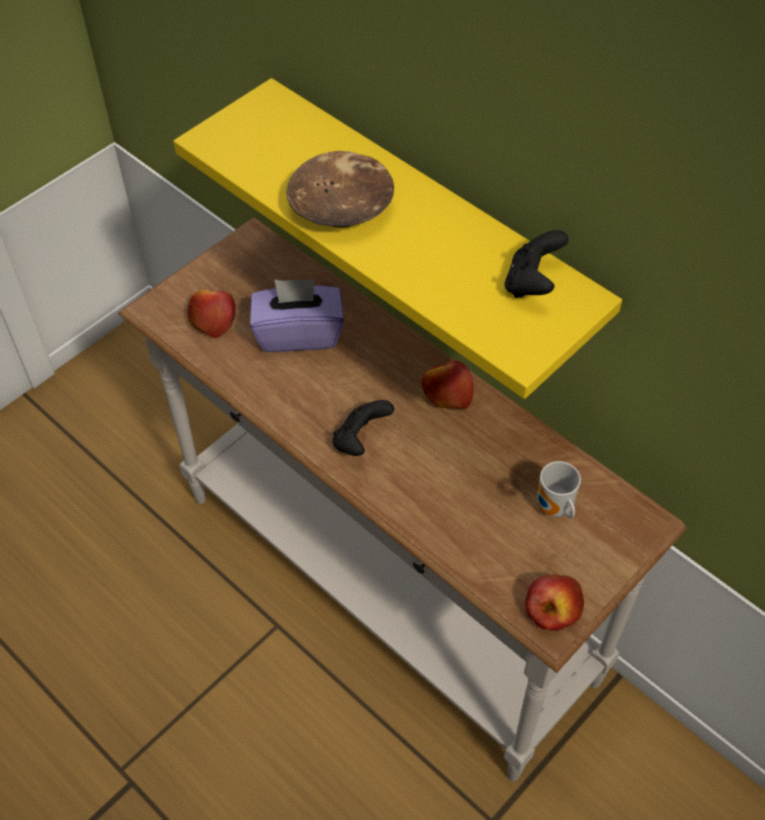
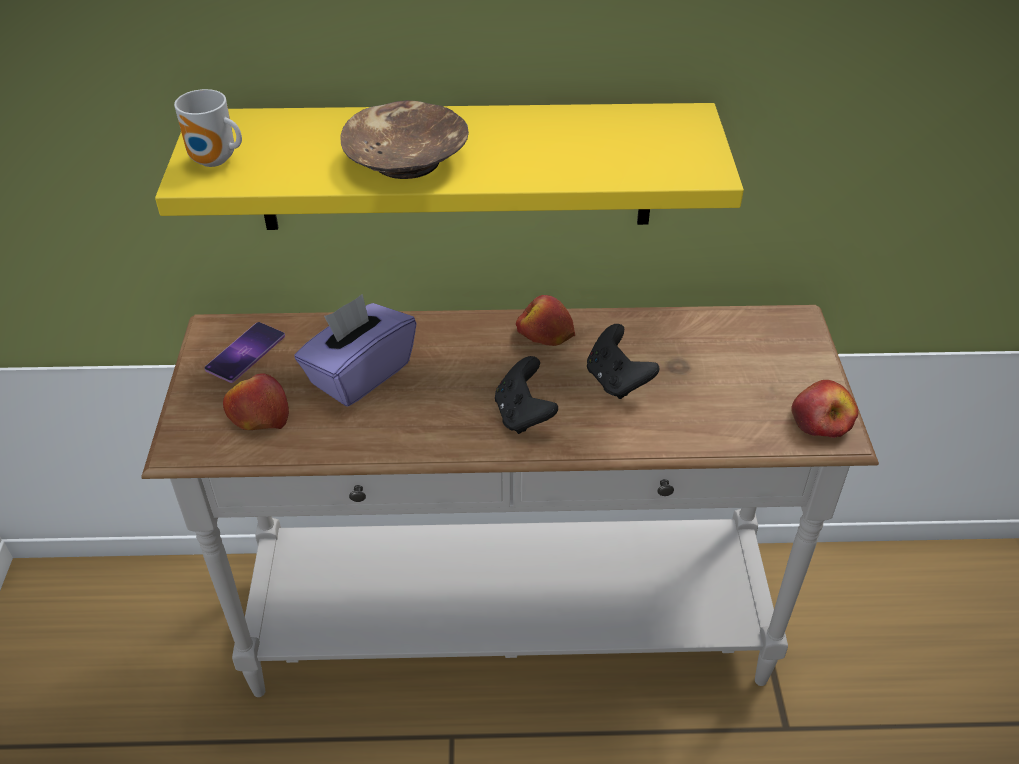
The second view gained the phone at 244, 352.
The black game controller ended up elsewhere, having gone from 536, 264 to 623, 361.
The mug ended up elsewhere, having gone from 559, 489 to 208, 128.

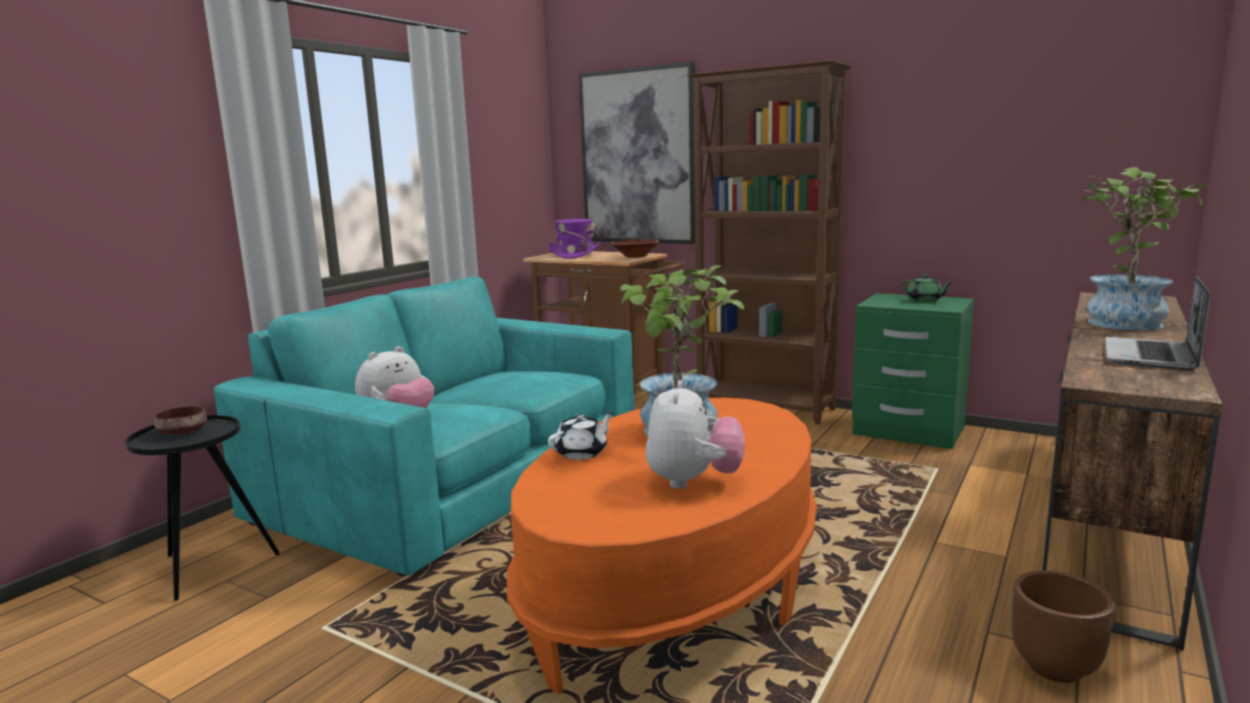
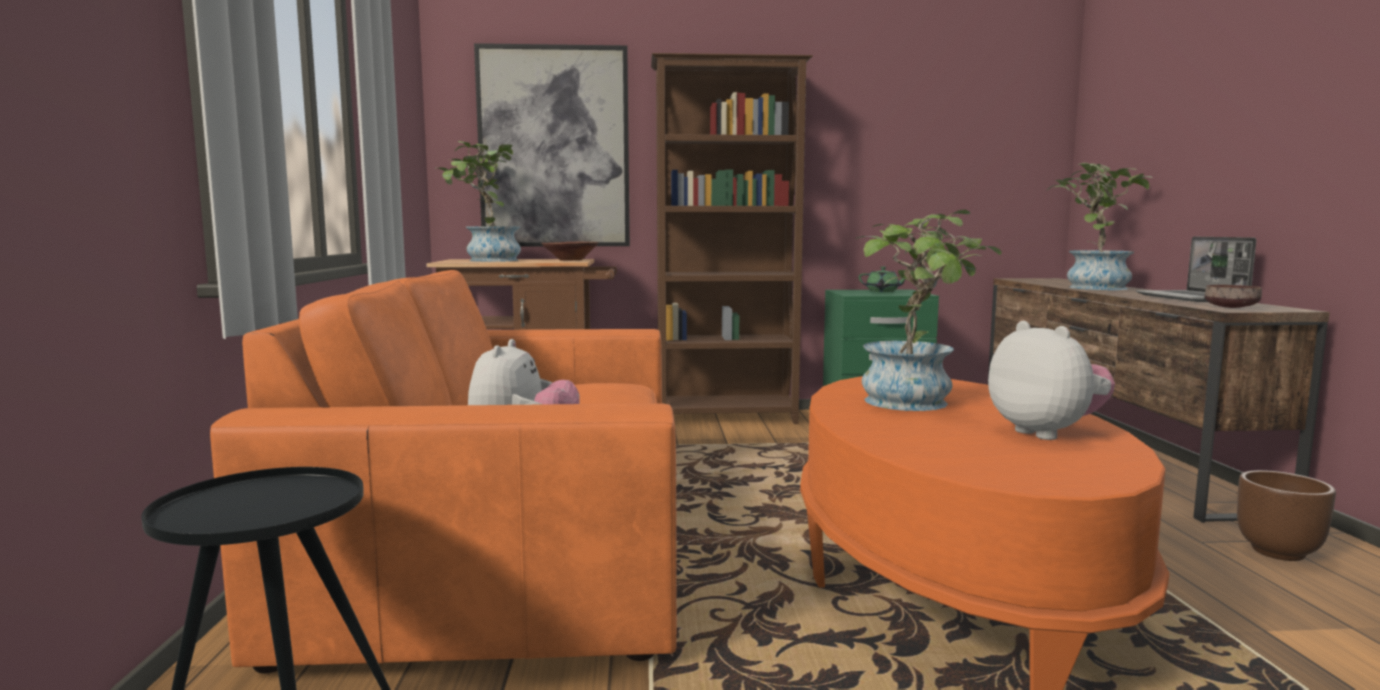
The second view lost the white teapot at 580, 436.
The brown bowl ended up elsewhere, having gone from 180, 420 to 1233, 296.
Where the purple hat stood at 574, 239, the potted plant came to stand at 479, 201.
What was the turquoise sofa at 424, 426 turned into the orange sofa at 443, 471.

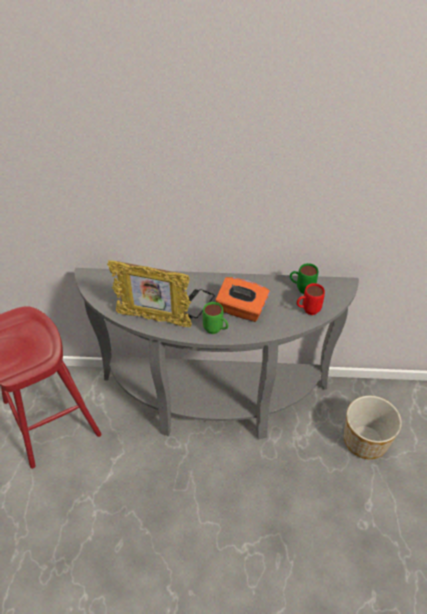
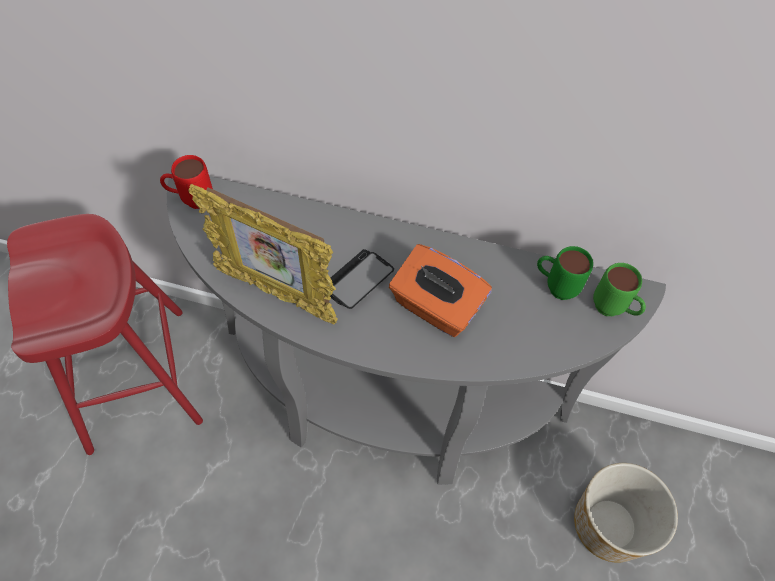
The green mug ended up elsewhere, having gone from 215, 318 to 619, 289.
The red mug ended up elsewhere, having gone from 311, 299 to 186, 182.

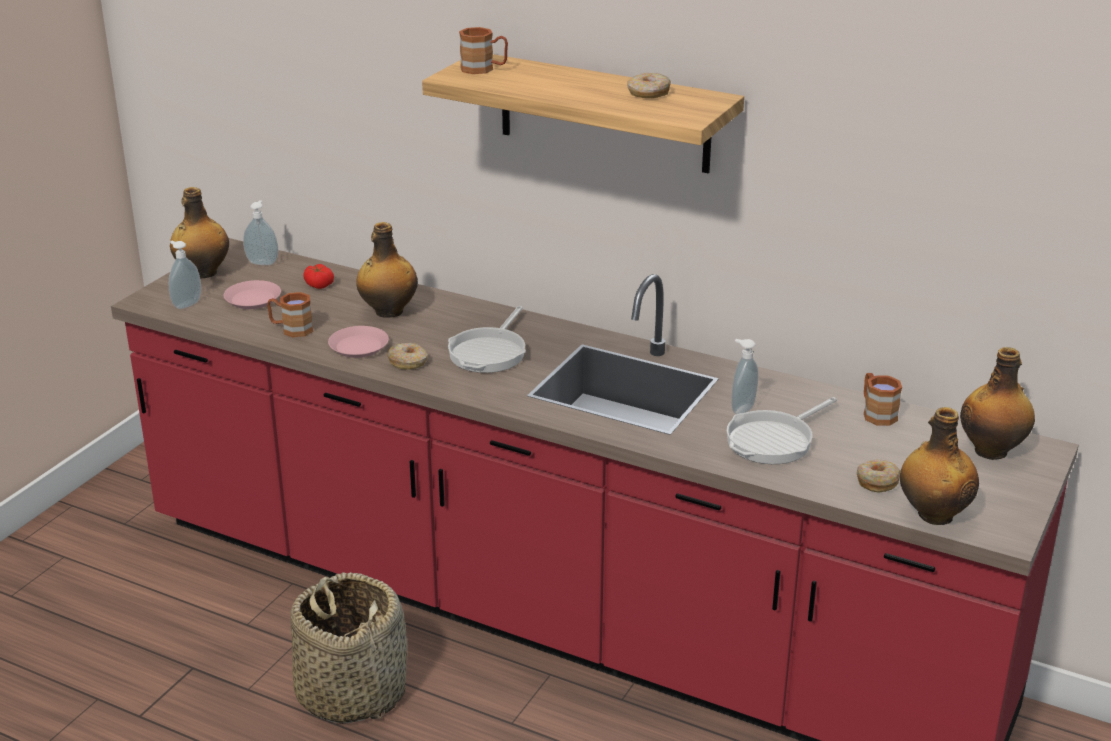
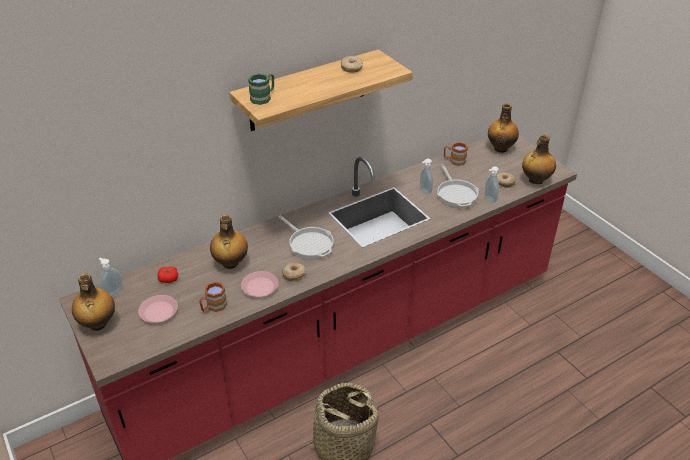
The soap dispenser ended up elsewhere, having gone from 185, 275 to 492, 184.
What was the brown mug at 483, 50 turned into the green mug at 261, 89.

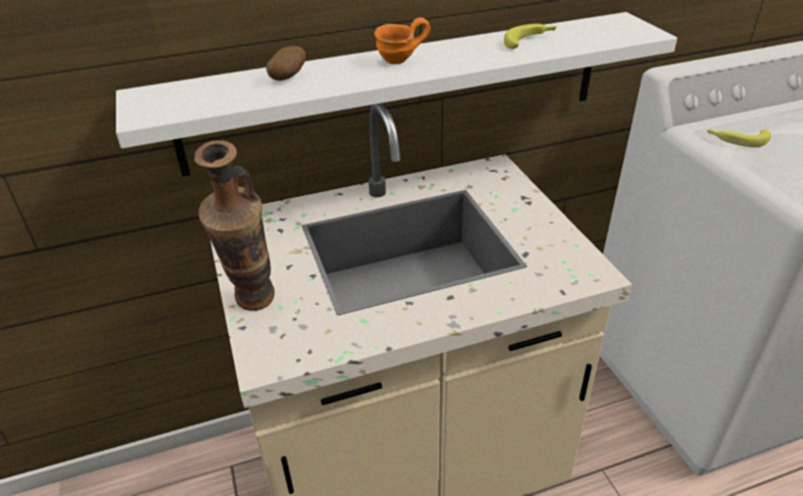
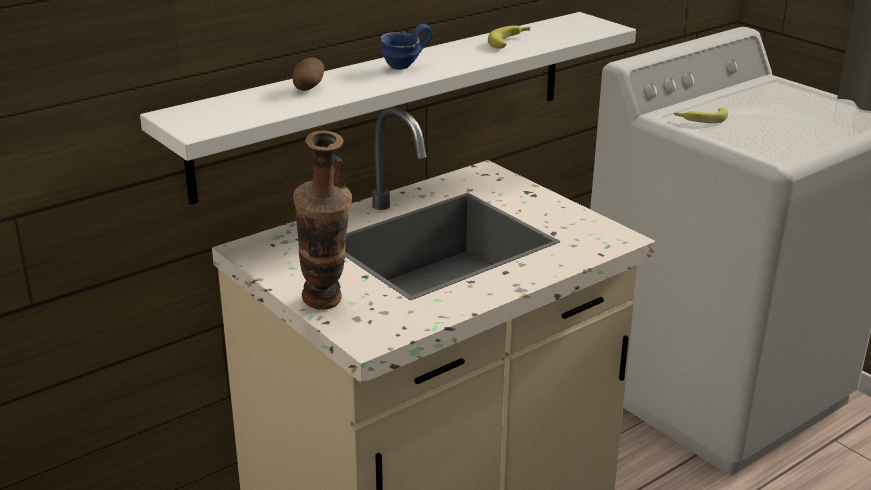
What was the orange mug at 402, 40 turned into the blue mug at 406, 47.

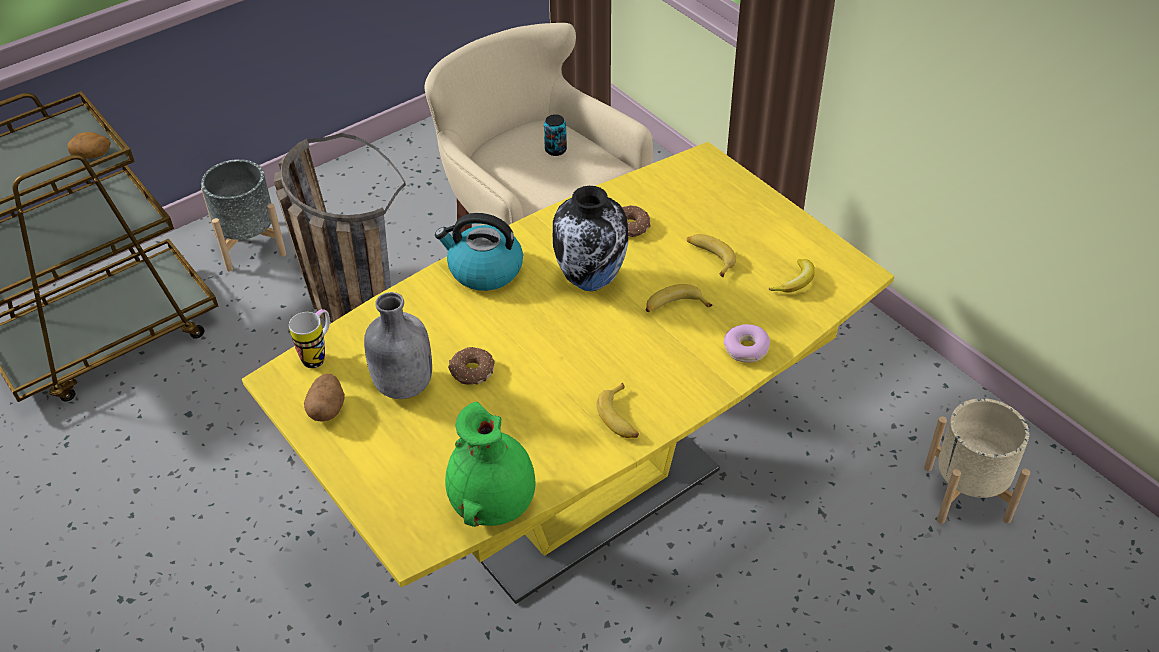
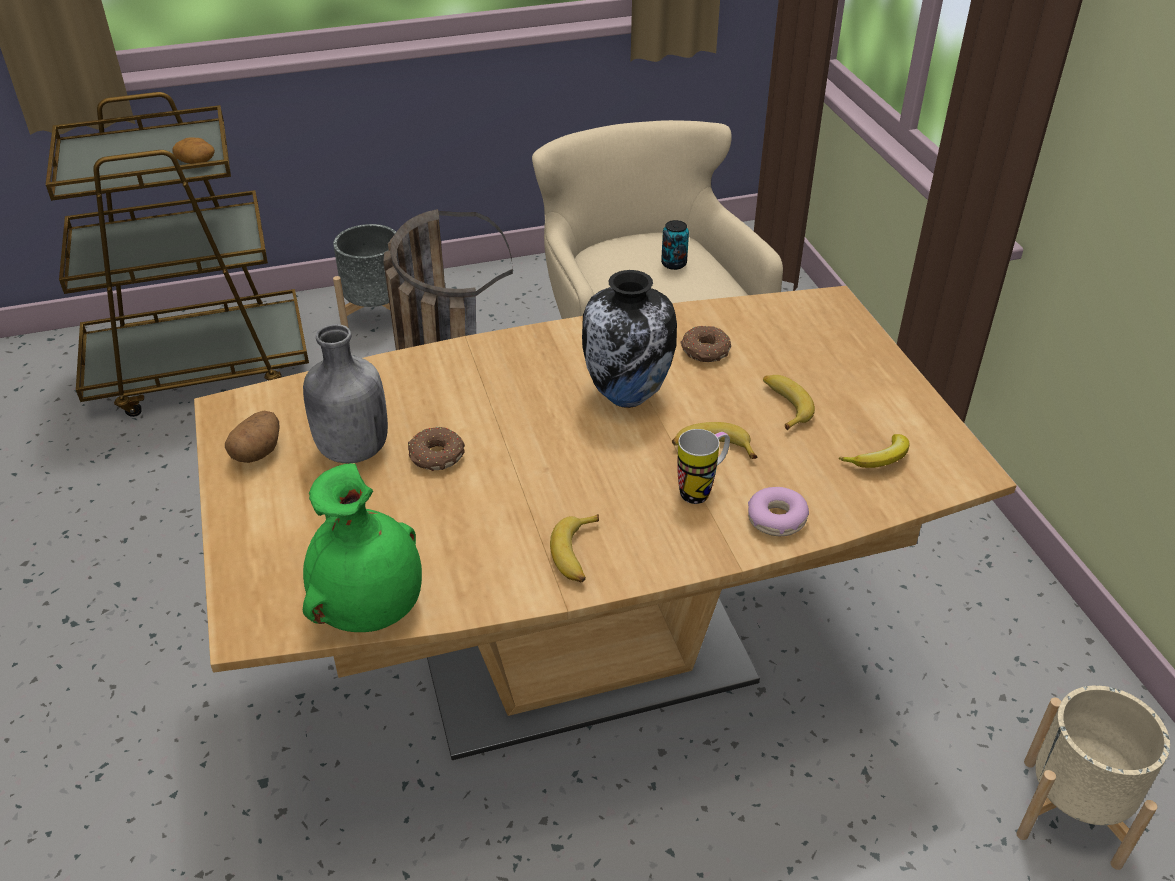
The second view lost the kettle at 479, 252.
The mug ended up elsewhere, having gone from 309, 338 to 703, 466.
What was the yellow dining table at 568, 373 turned into the brown dining table at 605, 523.

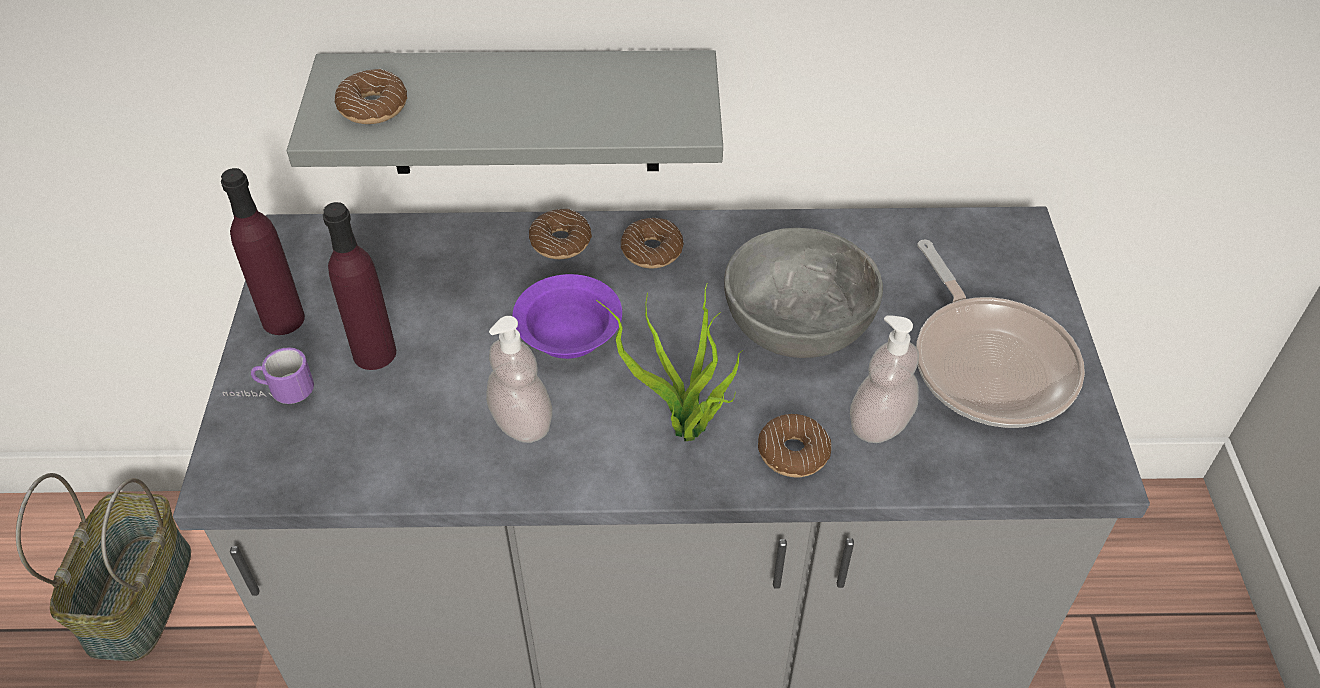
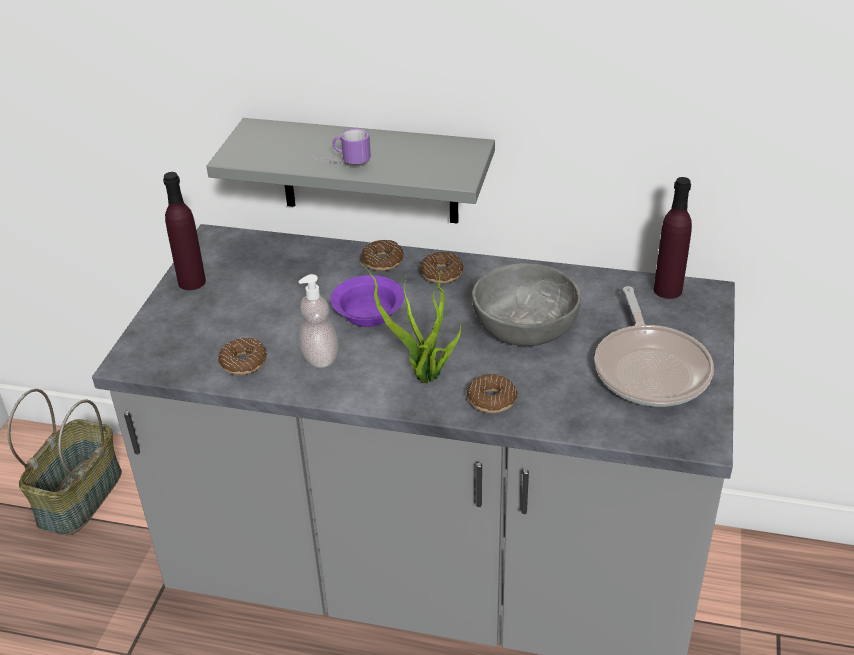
The second view lost the soap dispenser at 884, 379.
The mug ended up elsewhere, having gone from 268, 375 to 341, 147.
The purple bottle ended up elsewhere, having gone from 359, 286 to 673, 238.
The donut ended up elsewhere, having gone from 371, 96 to 243, 356.

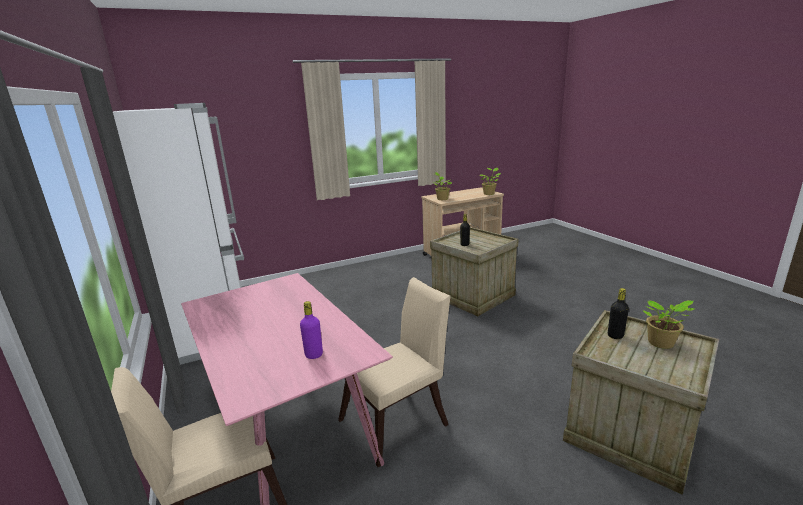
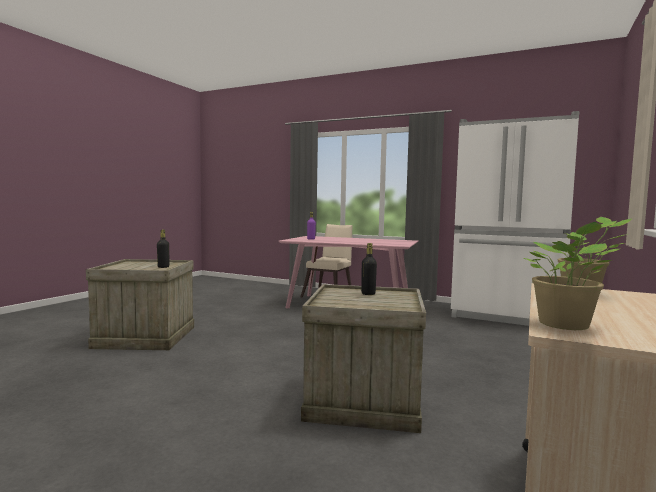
The second view lost the beige chair at 394, 372.
The second view lost the potted plant at 668, 324.

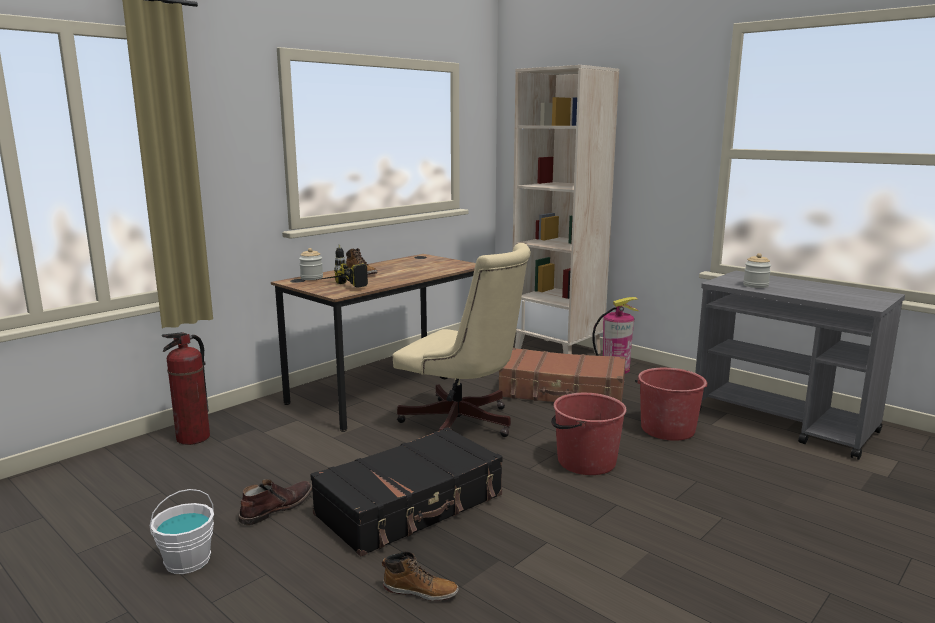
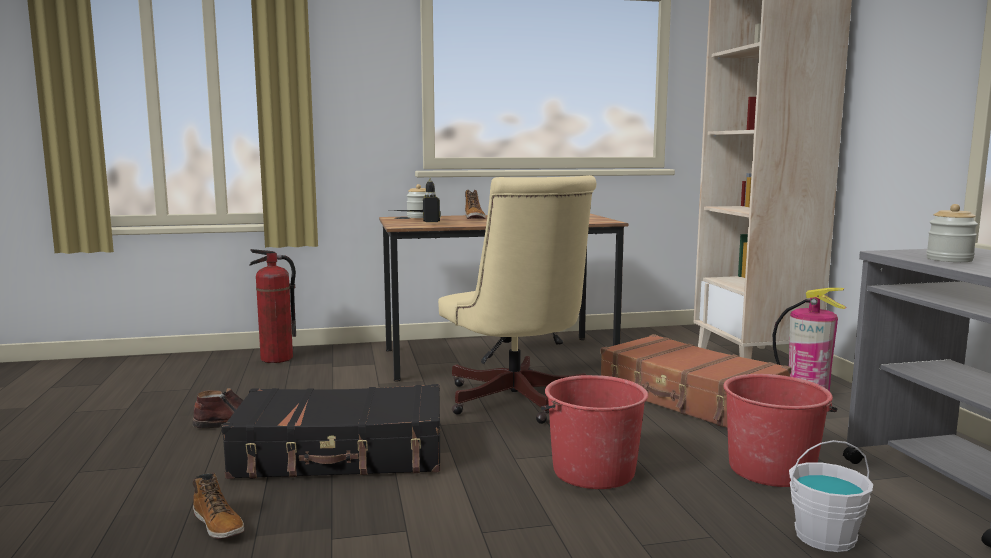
The white bucket ended up elsewhere, having gone from 182, 531 to 831, 496.

